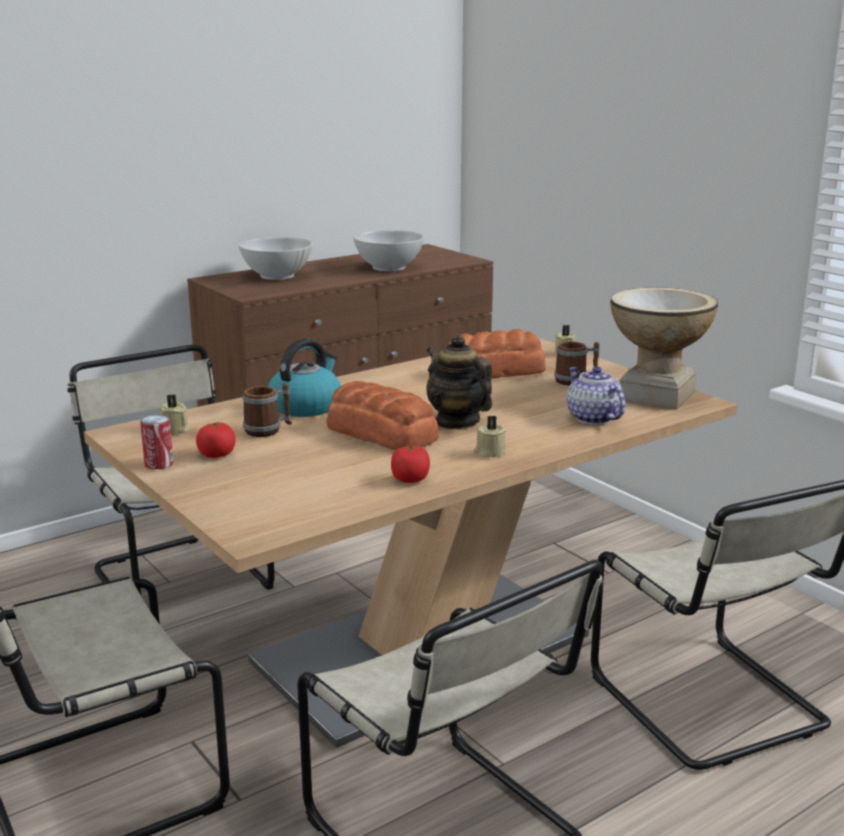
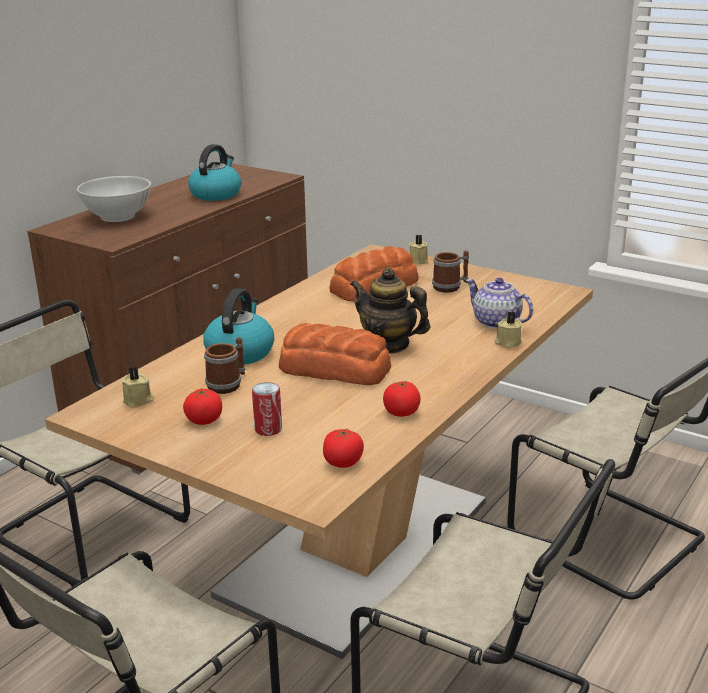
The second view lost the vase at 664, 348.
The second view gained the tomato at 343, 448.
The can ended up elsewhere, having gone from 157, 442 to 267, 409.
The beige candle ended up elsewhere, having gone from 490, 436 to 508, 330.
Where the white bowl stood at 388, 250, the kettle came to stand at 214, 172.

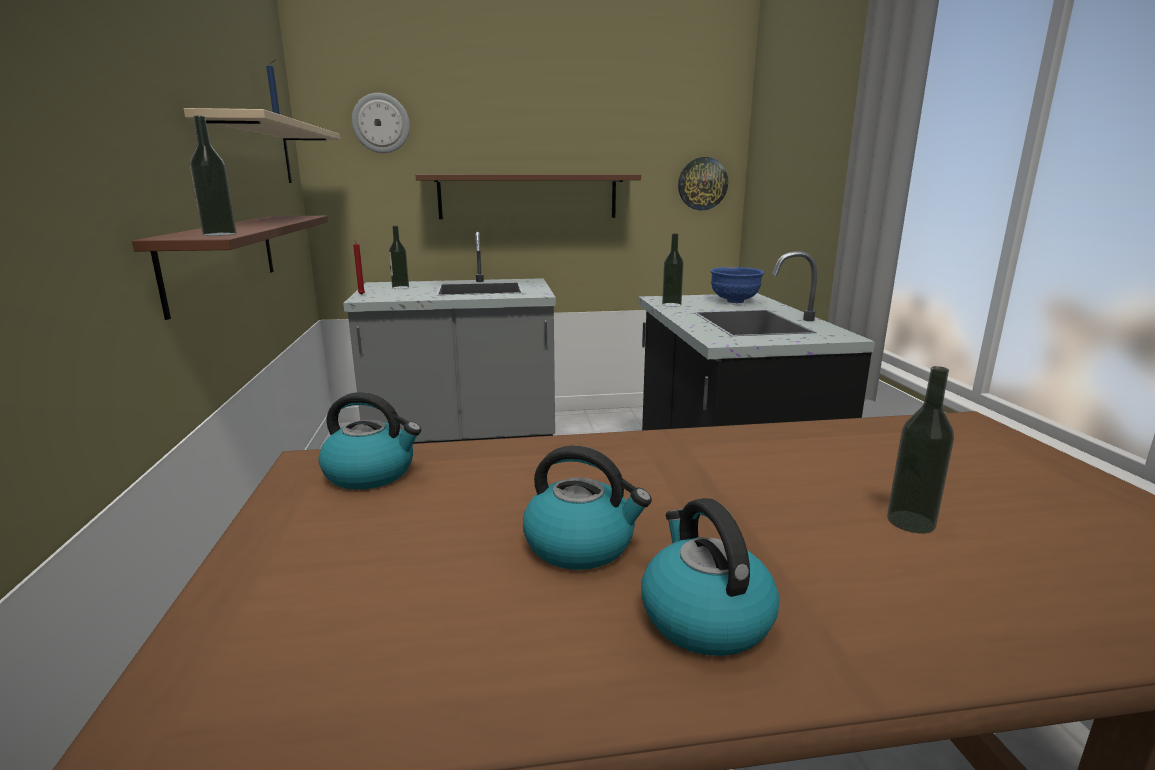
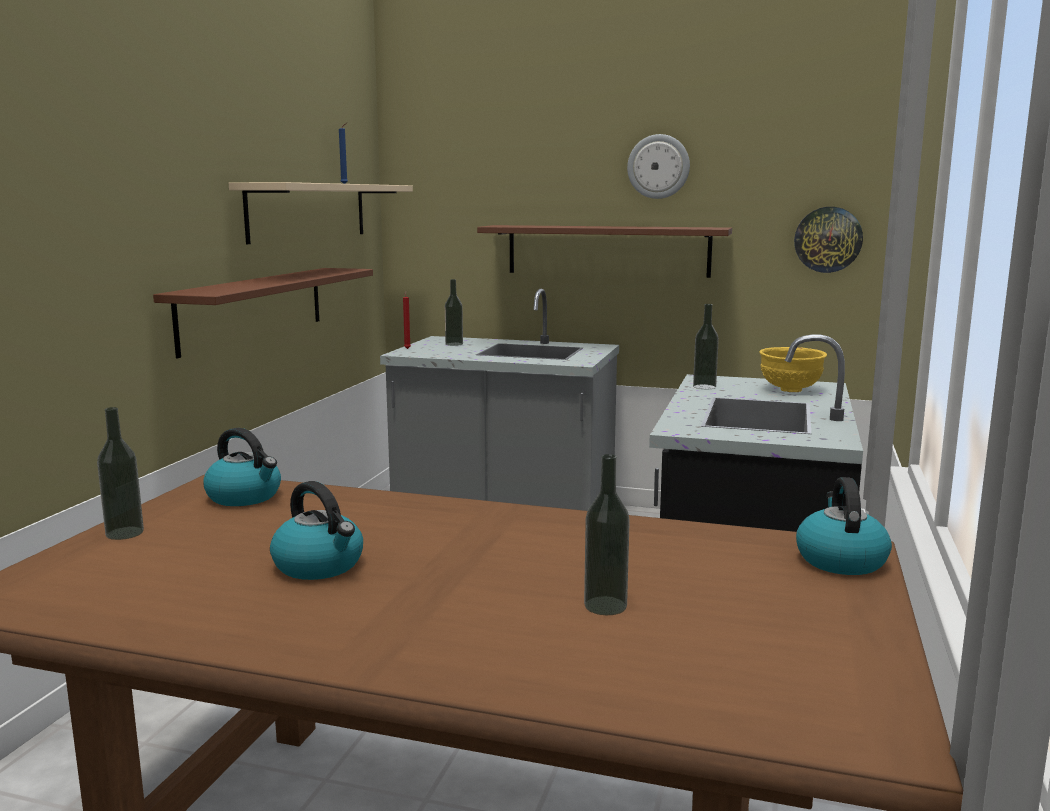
The bottle ended up elsewhere, having gone from 213, 176 to 120, 473.
The wall clock ended up elsewhere, having gone from 381, 123 to 658, 166.
The kettle ended up elsewhere, having gone from 710, 577 to 844, 526.
What was the blue bowl at 737, 285 turned into the yellow bowl at 793, 369.

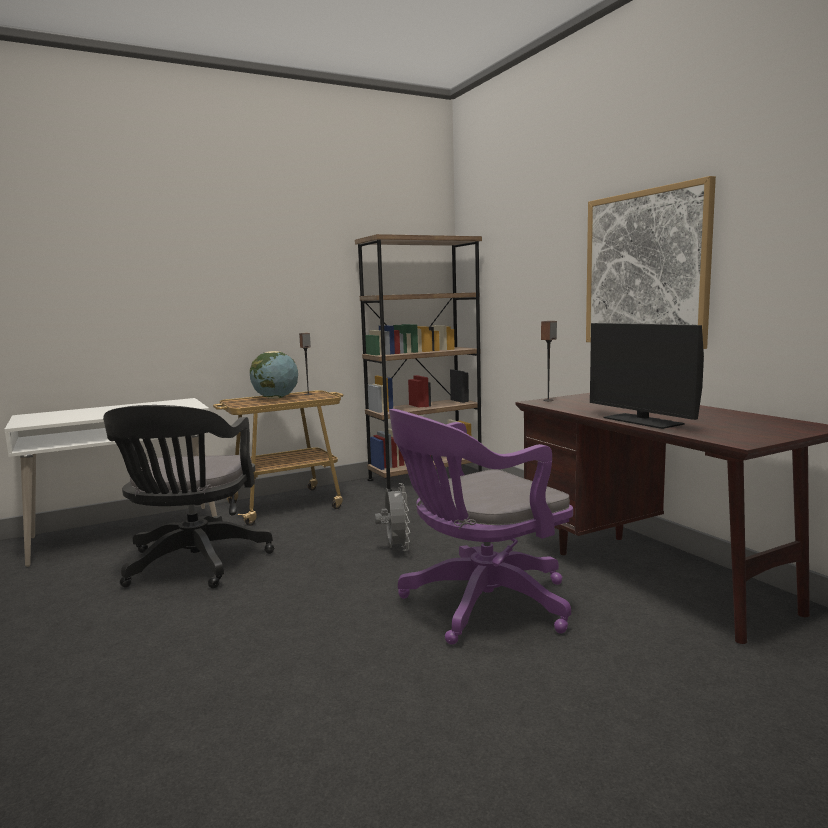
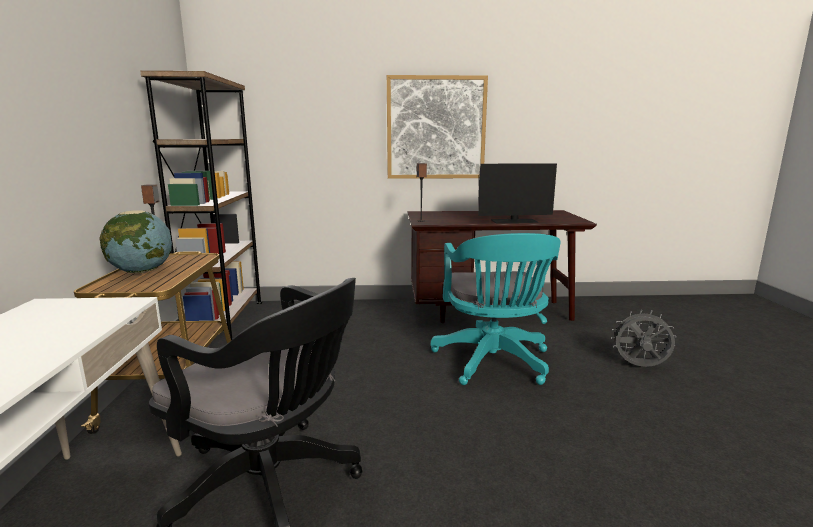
The grey fan ended up elsewhere, having gone from 392, 517 to 643, 338.
What was the purple office chair at 481, 527 turned into the turquoise office chair at 496, 309.

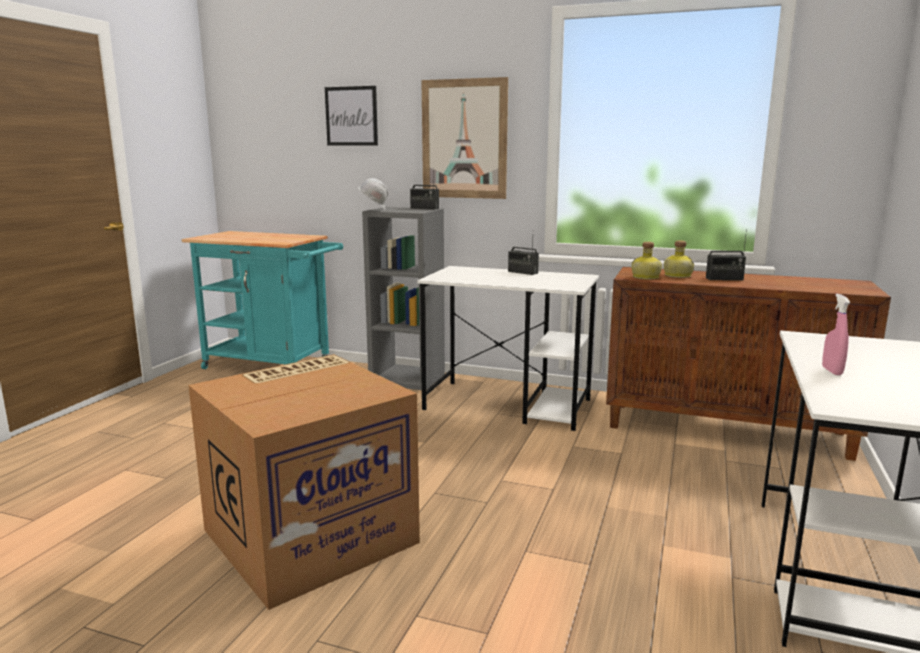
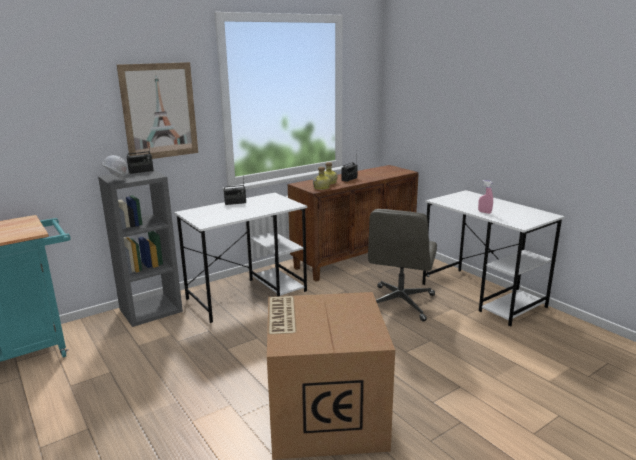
The second view lost the picture at 351, 116.
The second view gained the grey office chair at 402, 265.

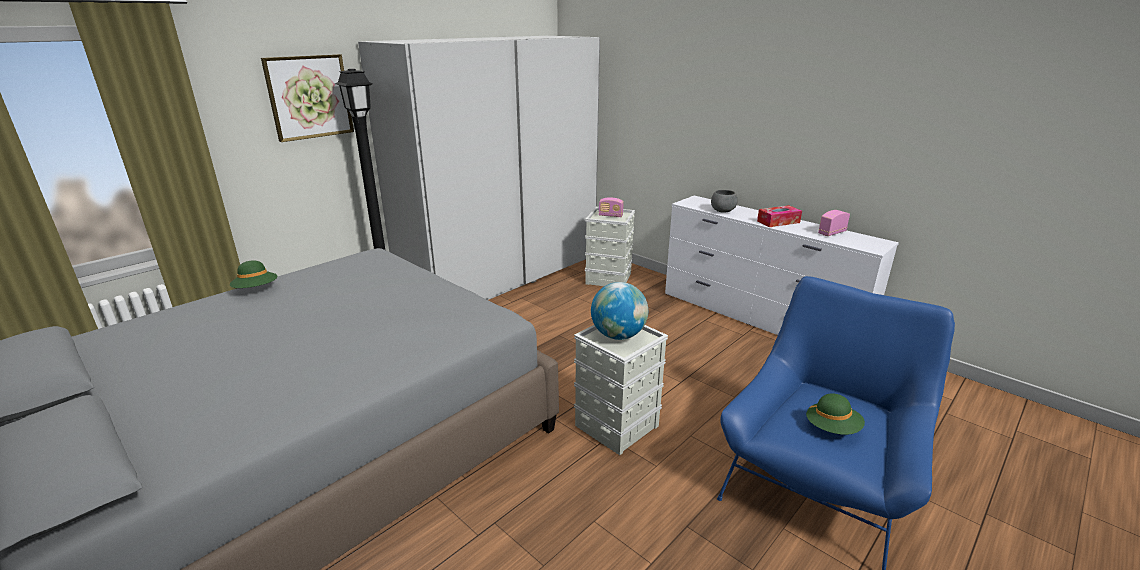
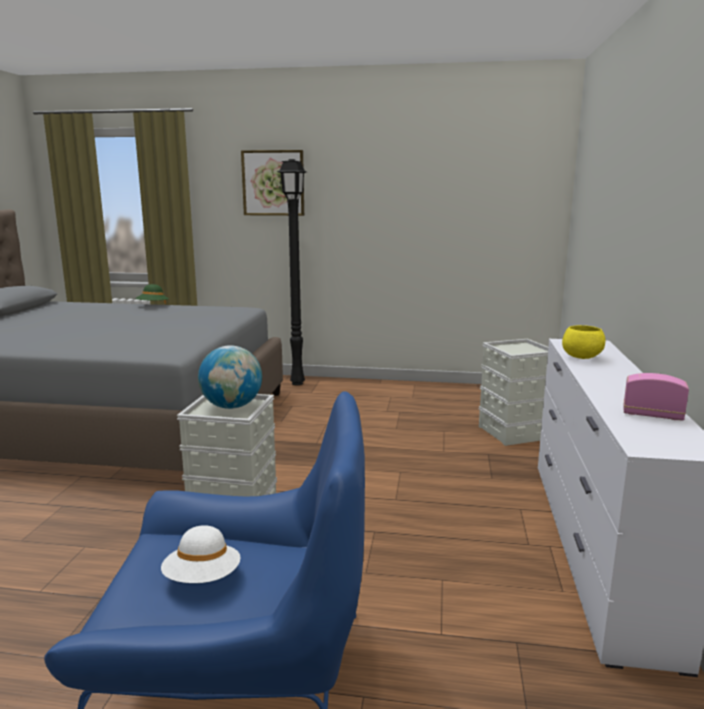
The second view lost the white wardrobe at 479, 168.
The second view lost the radio at 611, 207.
The second view lost the tissue box at 779, 216.
What was the grey bowl at 724, 201 turned into the yellow bowl at 583, 342.
What was the green hat at 835, 414 turned into the white hat at 201, 554.

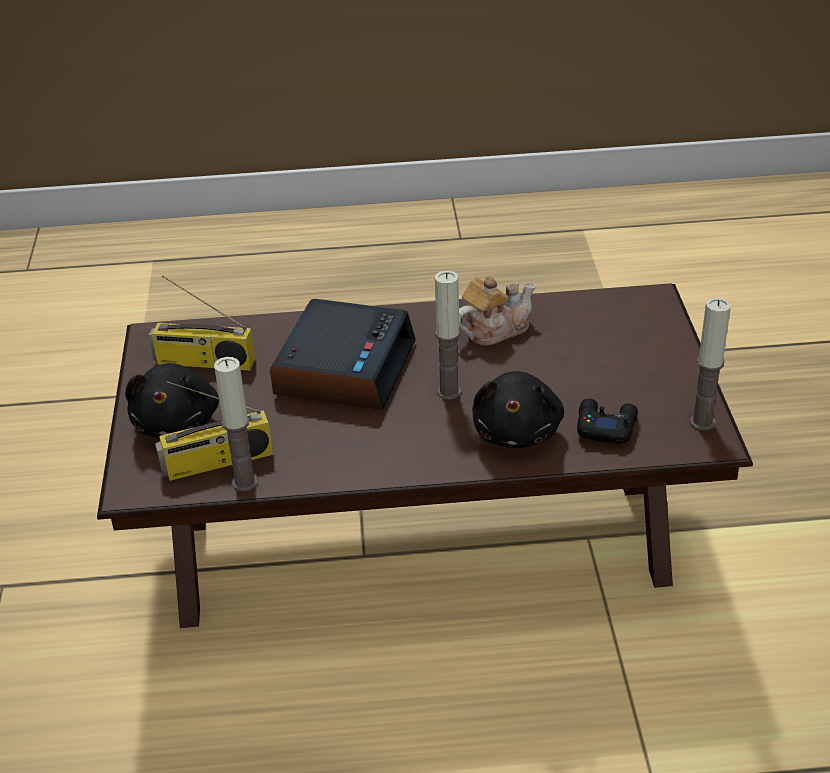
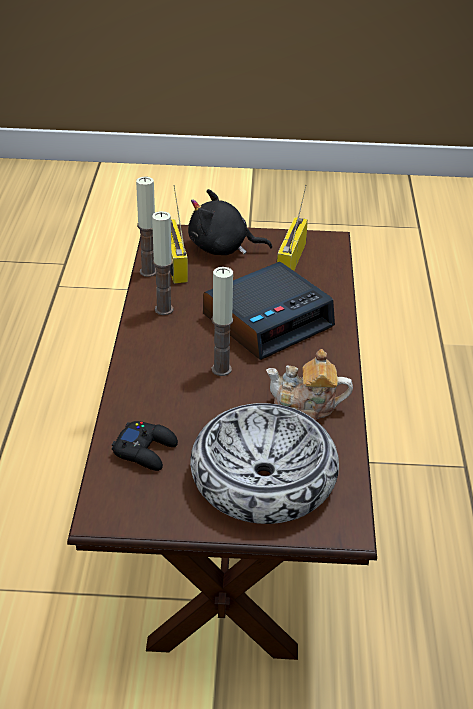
The second view lost the black plush toy at 518, 409.
The second view gained the bowl at 264, 463.
The candle ended up elsewhere, having gone from 710, 364 to 162, 263.
The alarm clock at 343, 354 ended up facing another way, 60 degrees counterclockwise from before.
The teapot at 497, 311 ended up facing another way, 120 degrees clockwise from before.

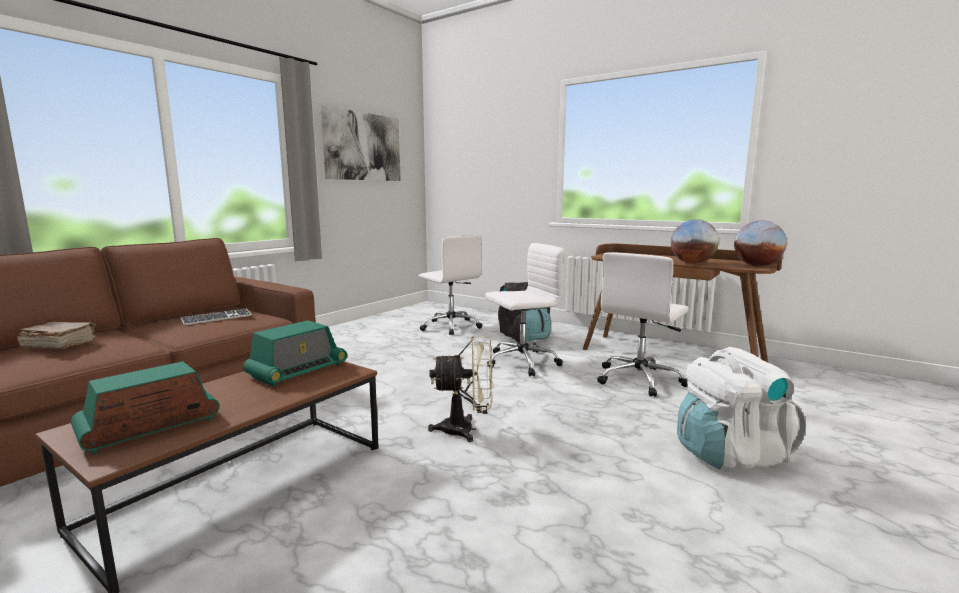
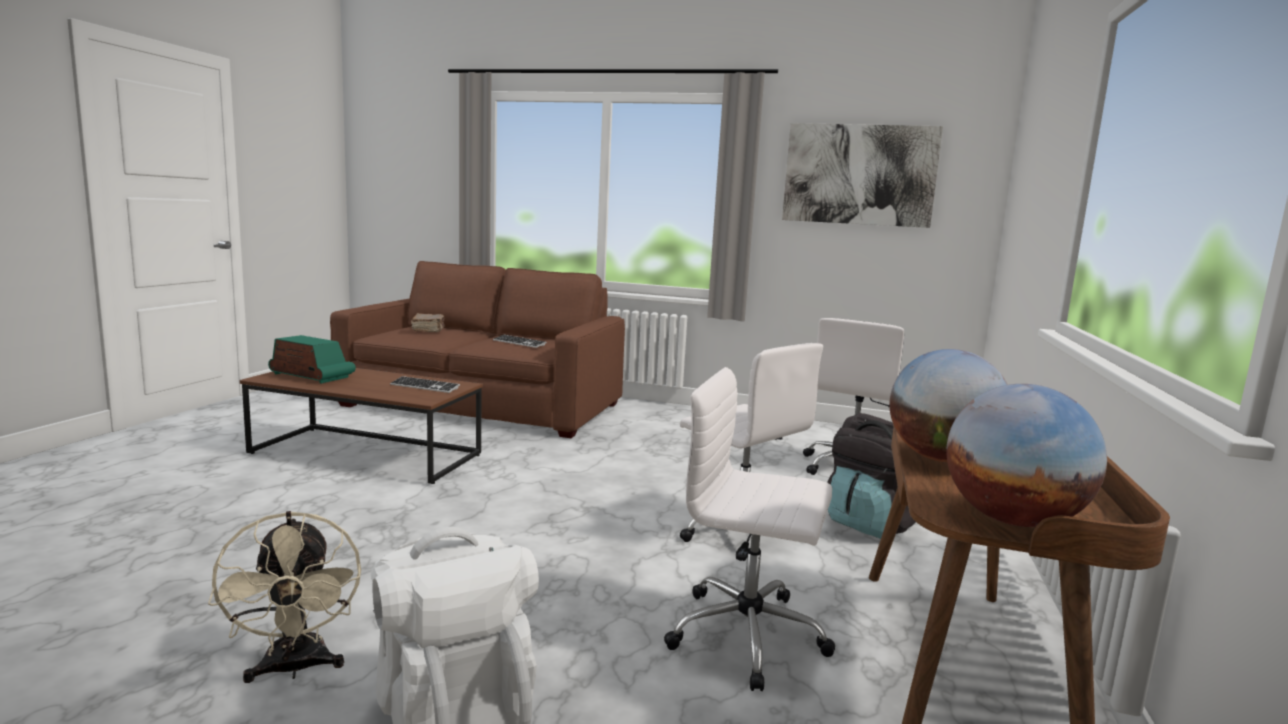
The beige fan ended up elsewhere, having gone from 460, 389 to 284, 597.
Where the radio stood at 295, 353, the keyboard came to stand at 425, 384.

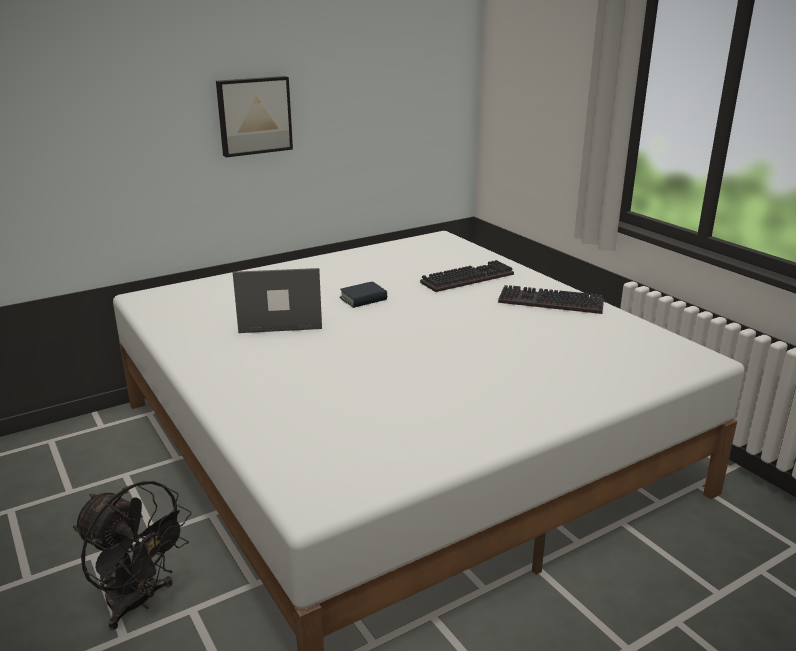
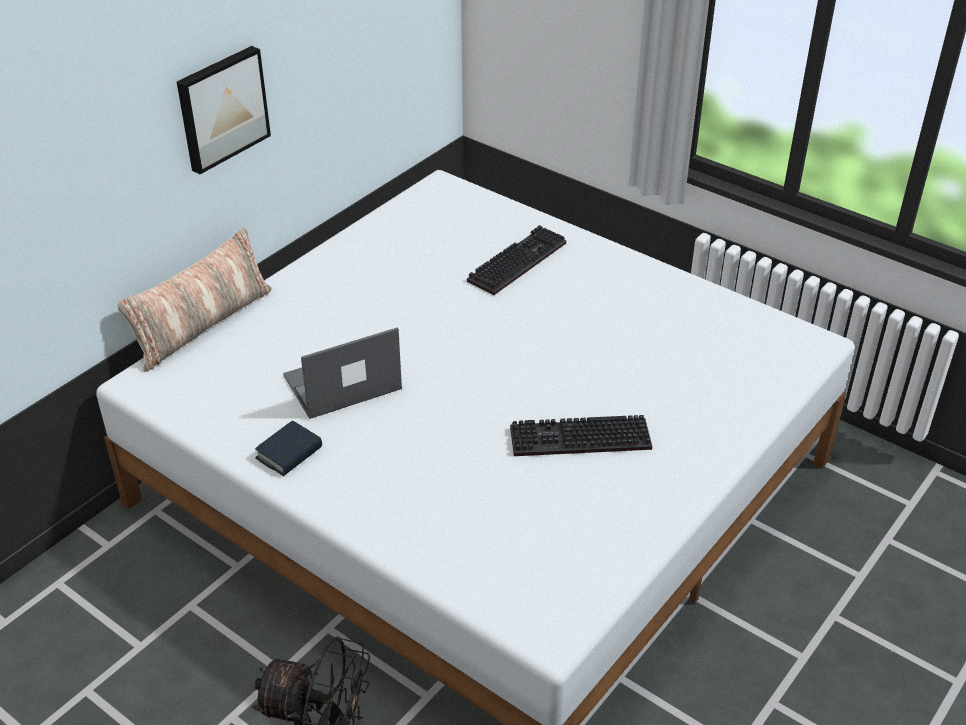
The second view gained the pillow at 194, 300.
The book ended up elsewhere, having gone from 363, 294 to 288, 448.
The keyboard ended up elsewhere, having gone from 551, 299 to 581, 435.

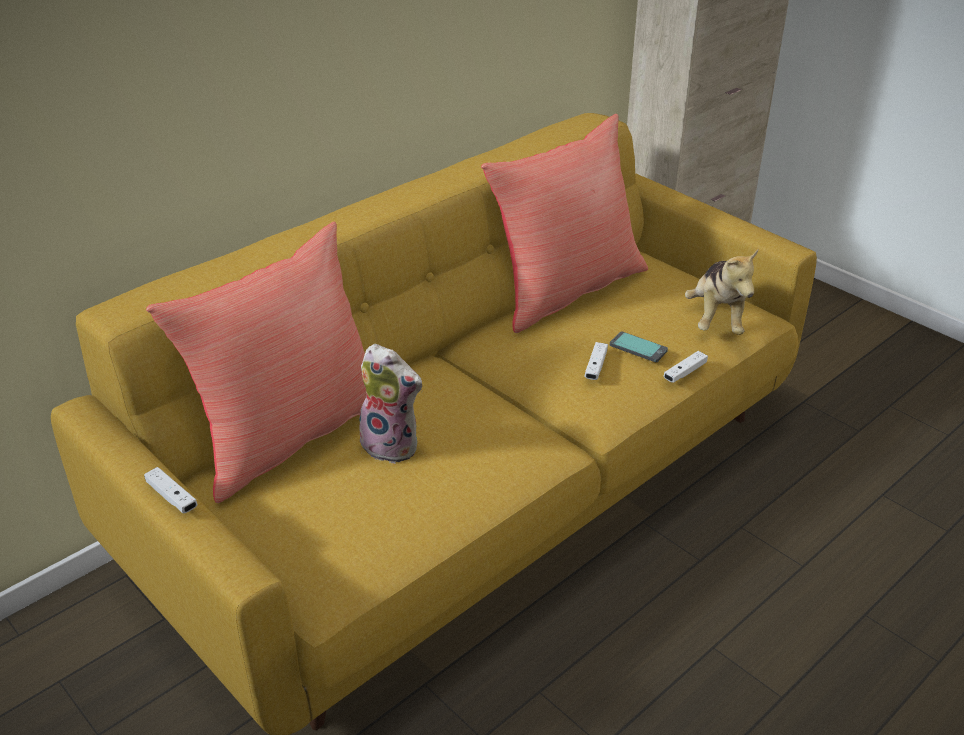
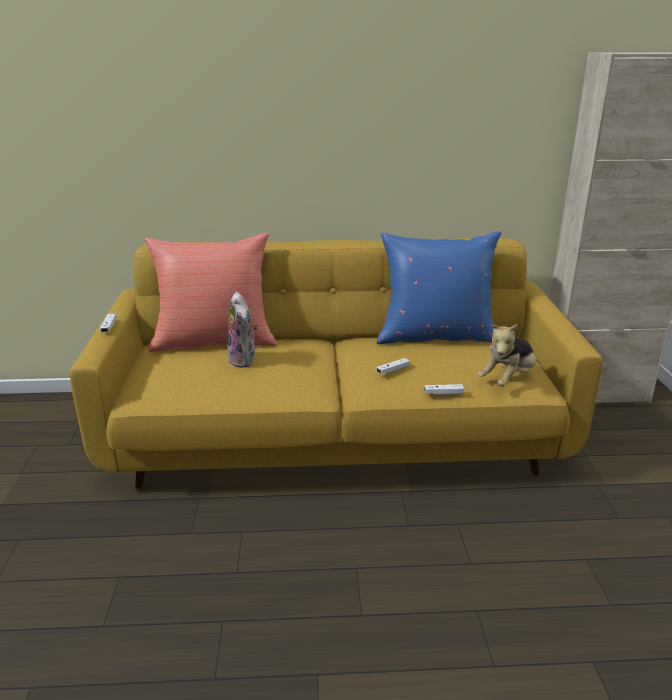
The second view lost the phone at 639, 346.
What was the red pillow at 564, 223 turned into the blue pillow at 438, 287.

